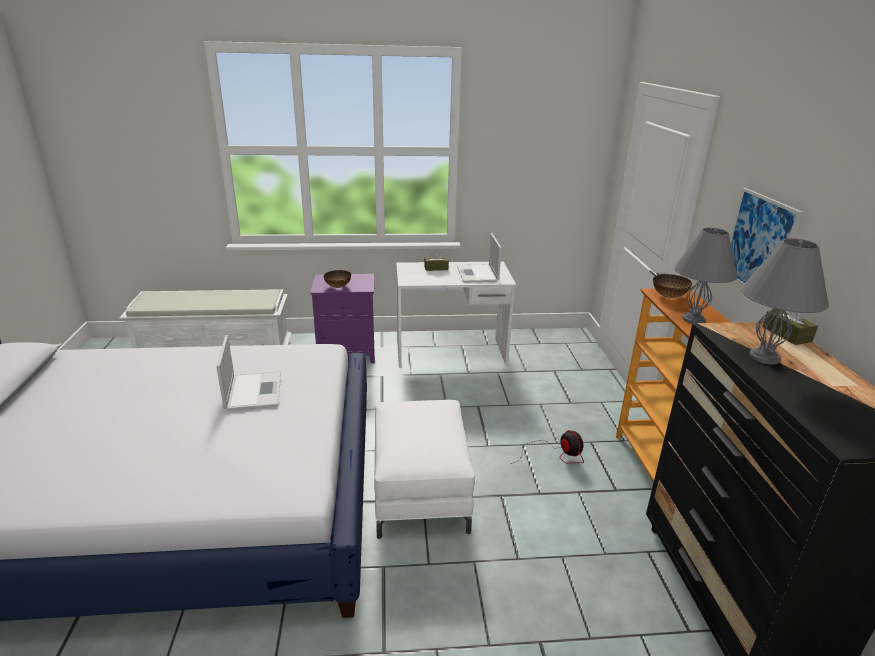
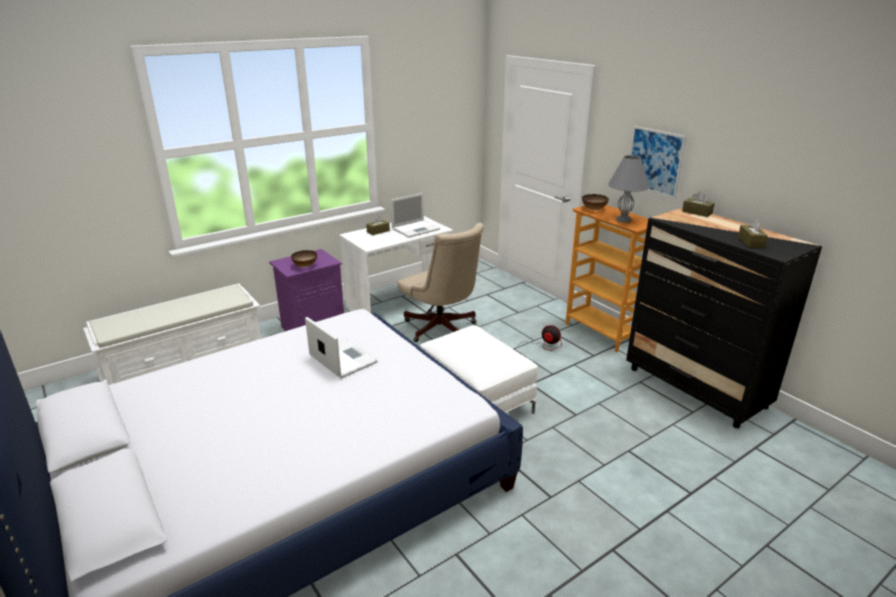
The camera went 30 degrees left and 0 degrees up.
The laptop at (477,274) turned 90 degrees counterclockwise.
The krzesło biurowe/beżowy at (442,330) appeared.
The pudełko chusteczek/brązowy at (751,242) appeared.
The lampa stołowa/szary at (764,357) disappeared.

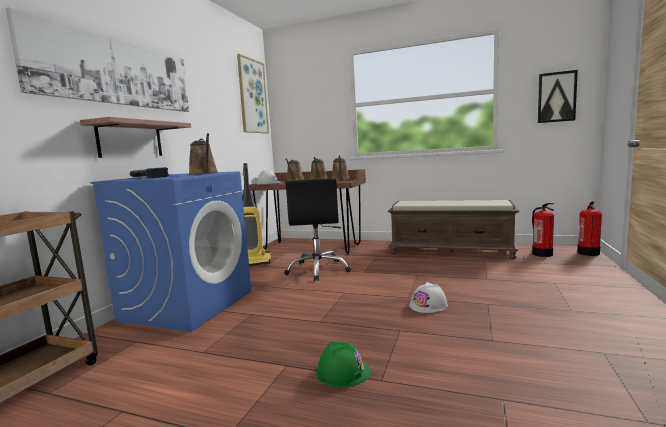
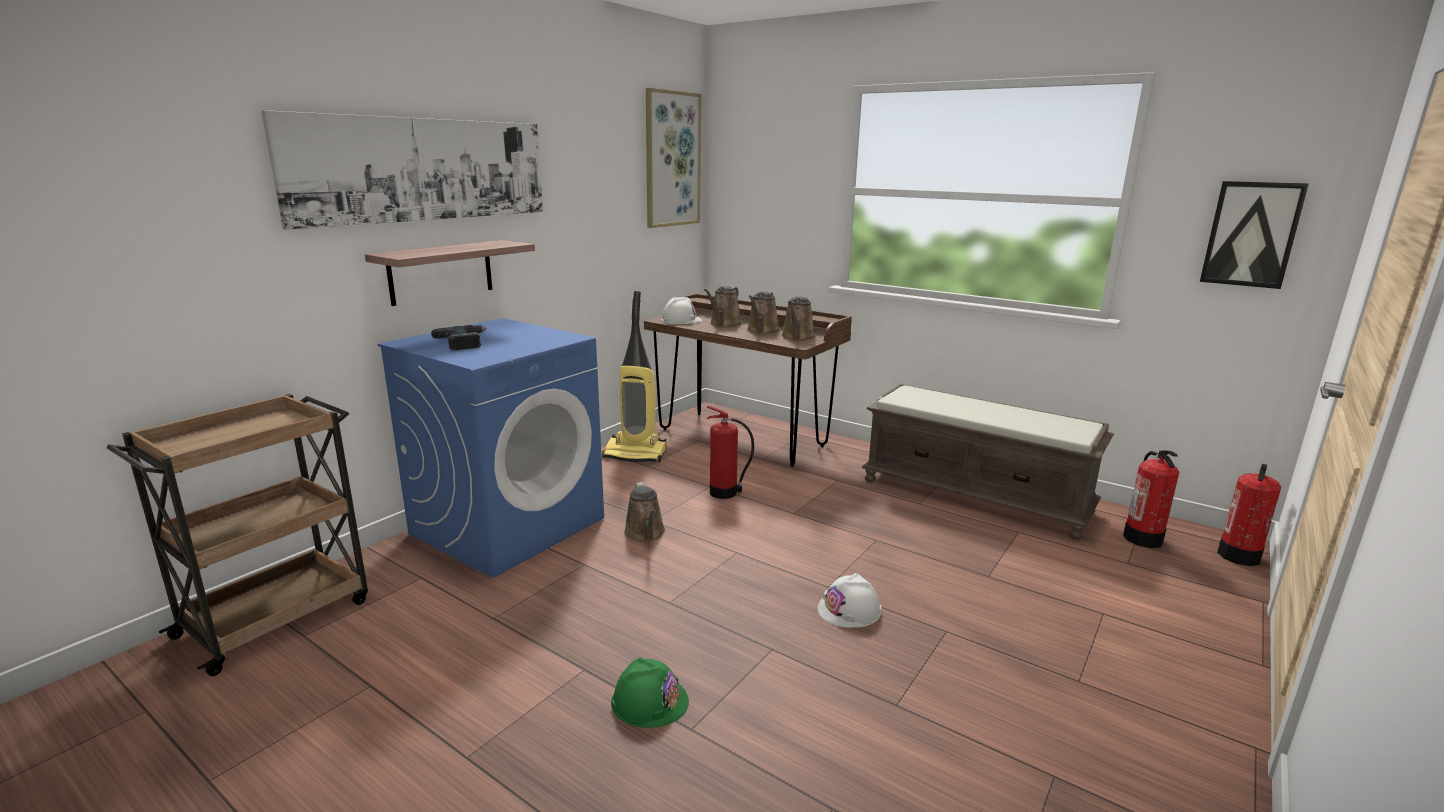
The camera went 15 degrees right and 10 degrees up.
The konewka/brązowy moved from (204,173) to (645,534).
The krzesło biurowe/czarny at (318,270) was replaced by the gaśnica at (725,493).

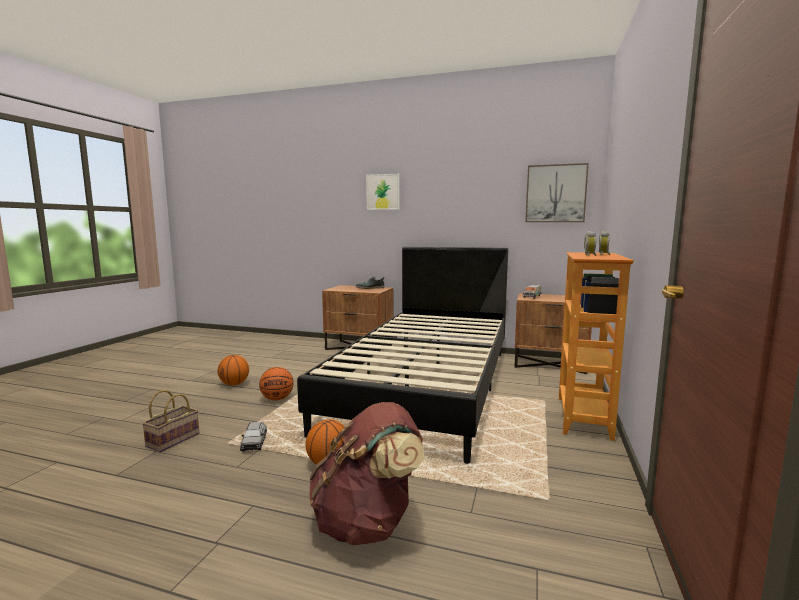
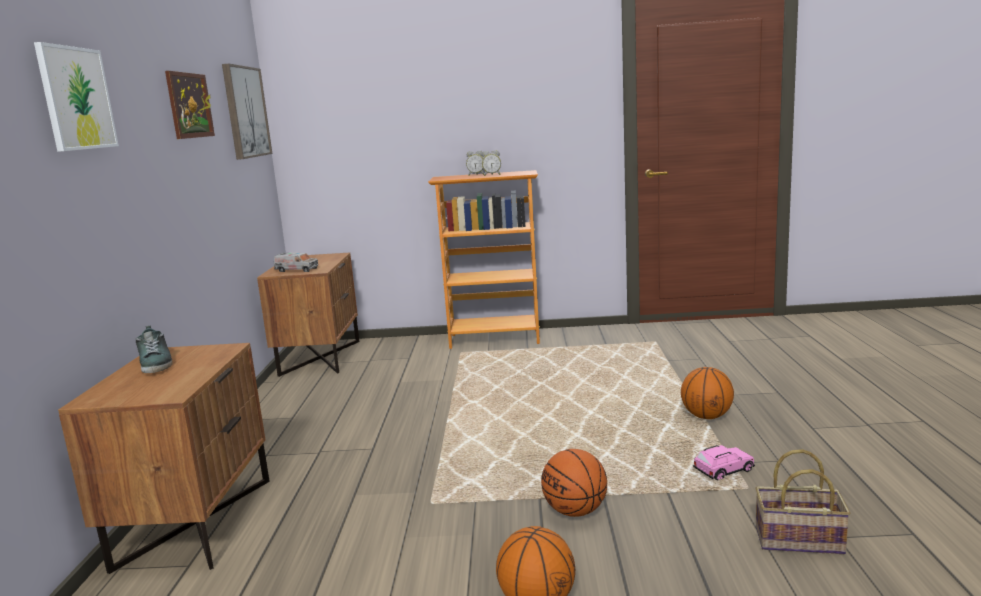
The camera went 105 degrees left and 5 degrees up.
The obraz at (189,105) appeared.
The samochodzik/szary at (254,443) became the samochodzik/różowy at (723,471).
The łóżko/czarny at (427,385) disappeared.
The plecak/brązowy at (367,523) disappeared.

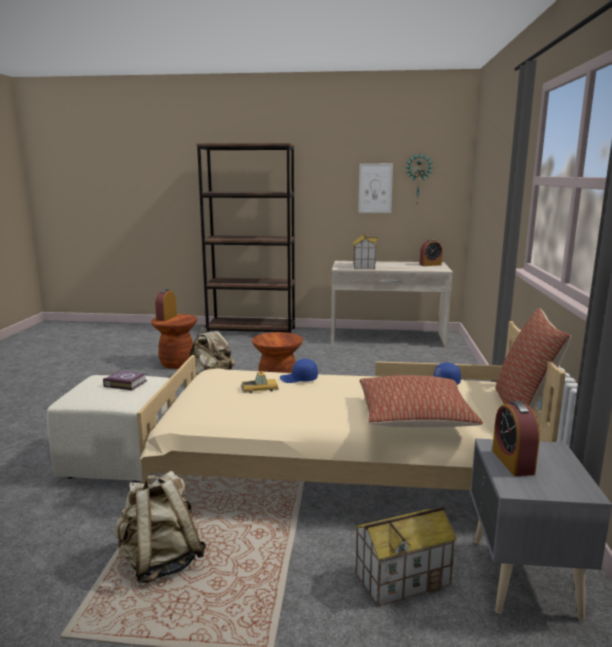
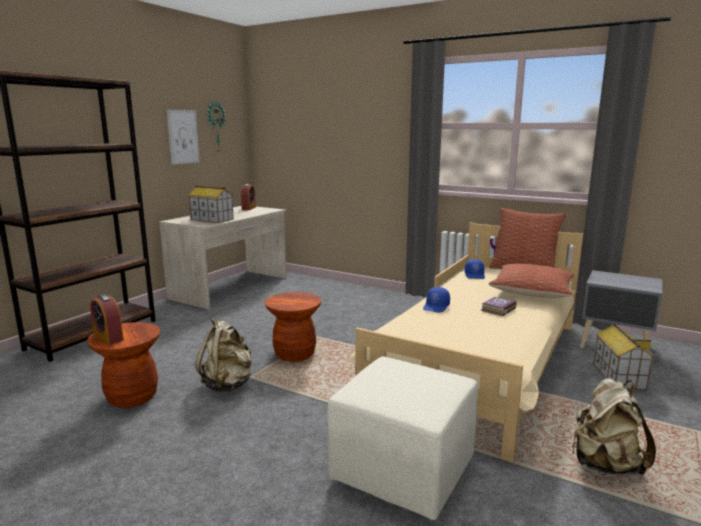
The camera went 65 degrees left and 0 degrees up.
The książka moved from (125,383) to (497,309).
The samochodzik at (260,388) disappeared.
The budzik at (512,462) disappeared.

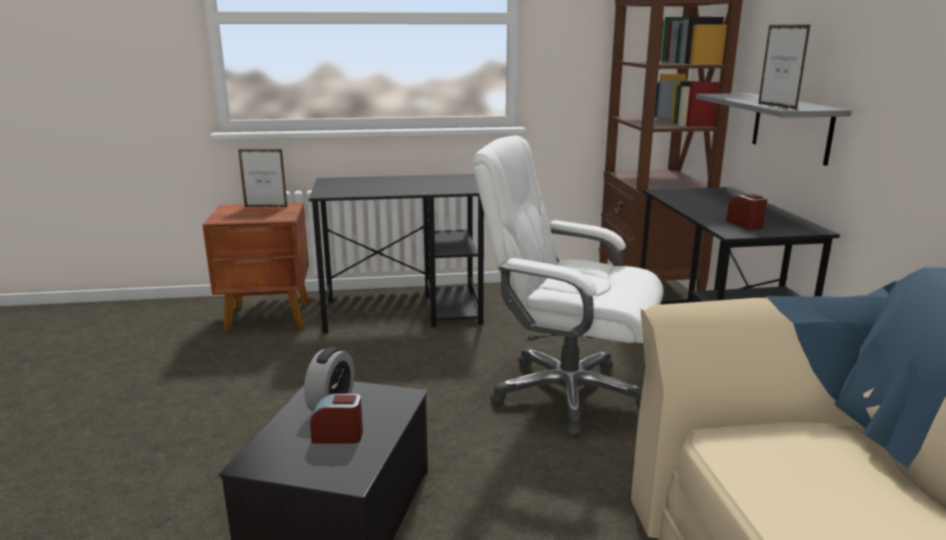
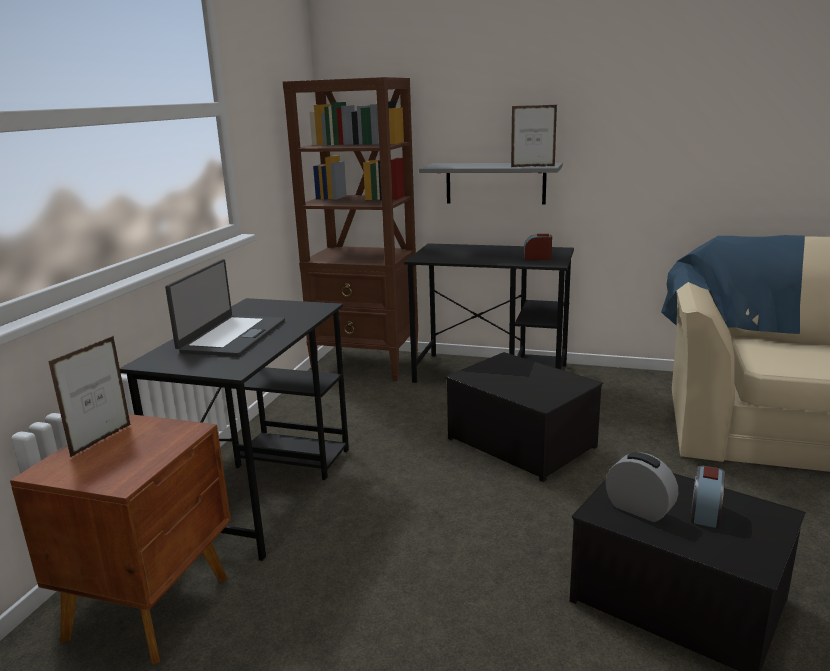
The camera went 65 degrees left and 0 degrees up.
The laptop at (232,336) appeared.
The krzesło biurowe/biały at (566,394) was replaced by the pojemnik do przechowywania at (519,443).

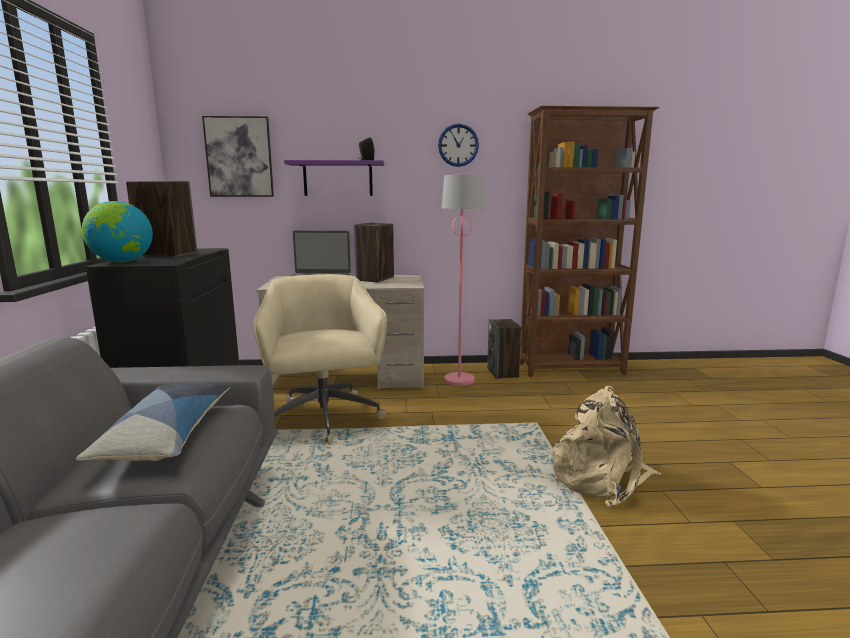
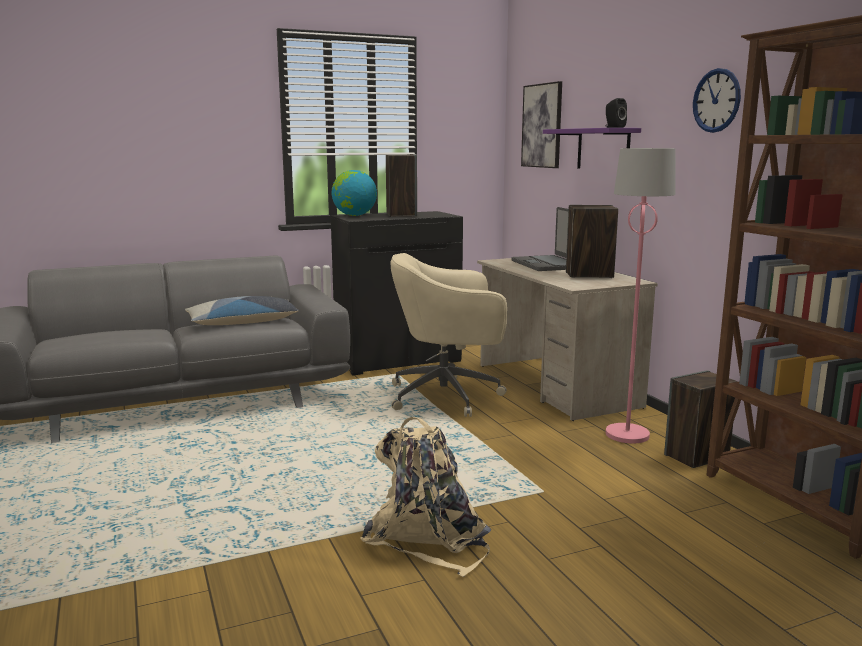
The camera went 70 degrees right and 0 degrees up.
The krzesło biurowe/beżowy at (324,419) turned 150 degrees counterclockwise.

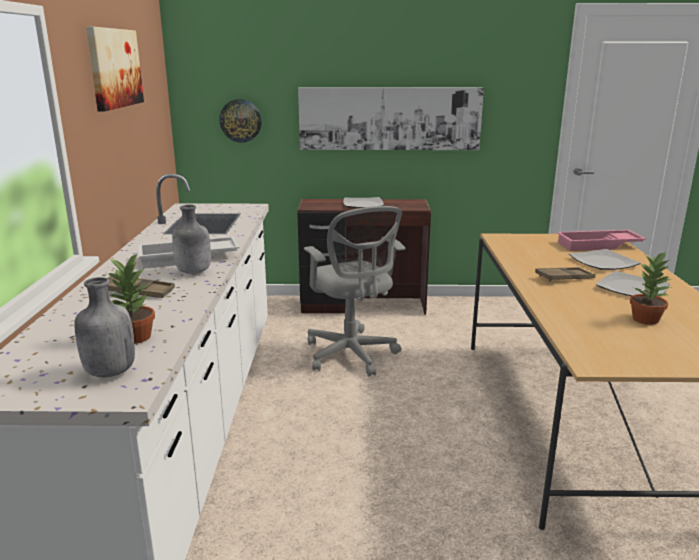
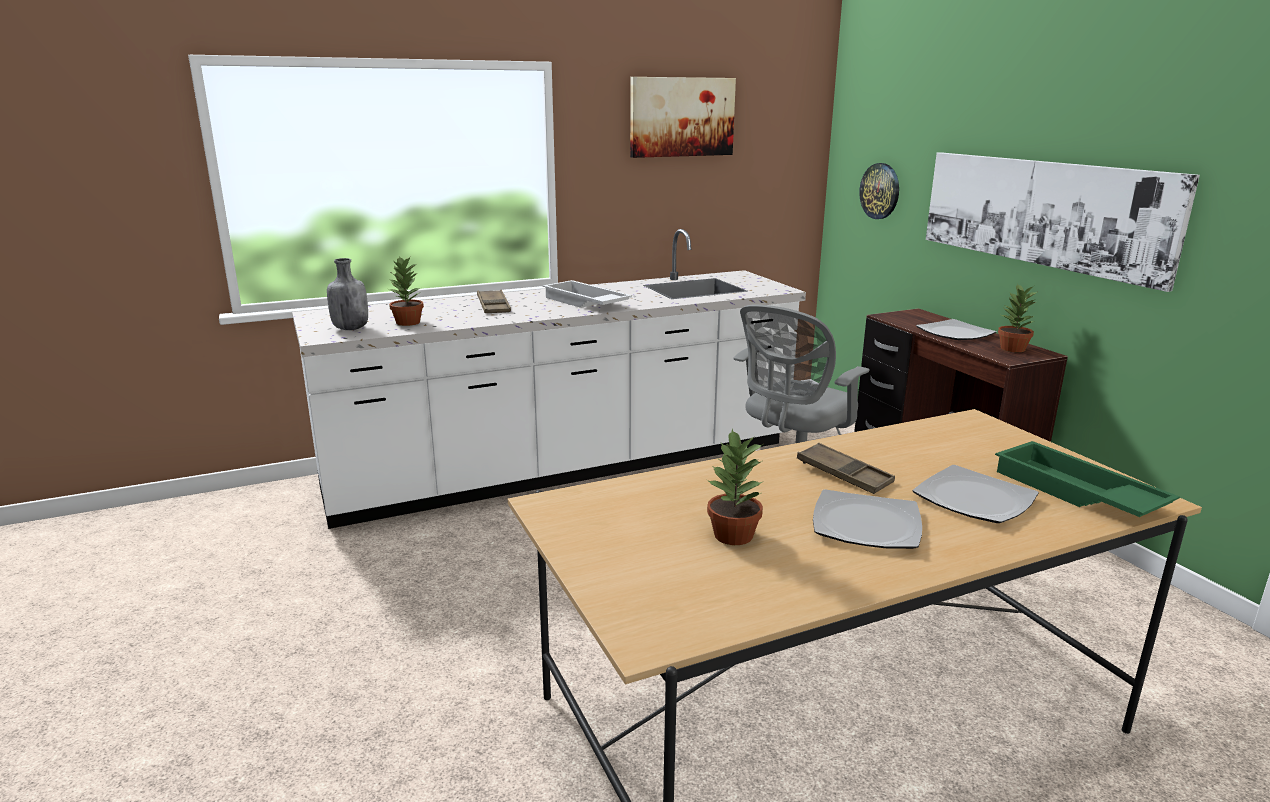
The camera went 65 degrees right and 0 degrees up.
The taca/różowy at (598,245) became the taca/zielony at (1075,492).
The roślina doniczkowa at (1012,349) appeared.
The butelka/szary at (194,272) disappeared.

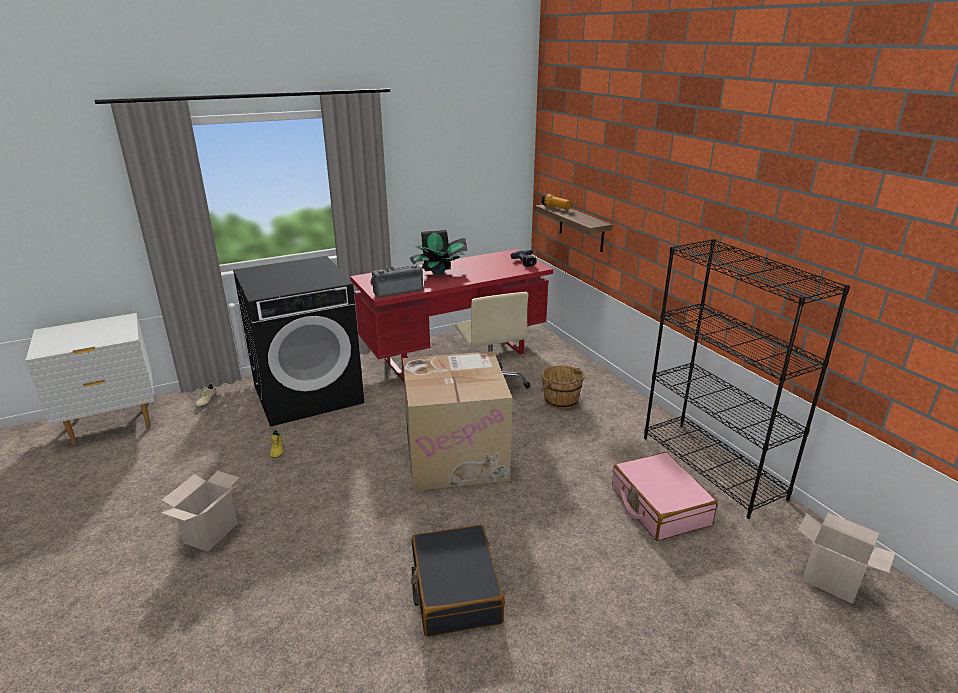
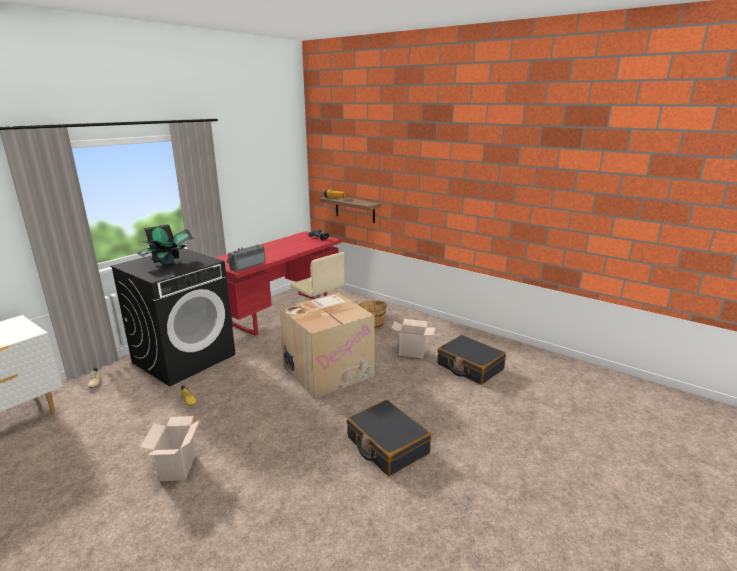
The camera went 25 degrees left and 5 degrees down.
The roślina doniczkowa moved from (439,272) to (168,262).
The karton moved from (833,581) to (413,352).
The walizka/różowy at (659,506) became the walizka/czarny at (469,367).
The regał/czarny at (712,467) disappeared.

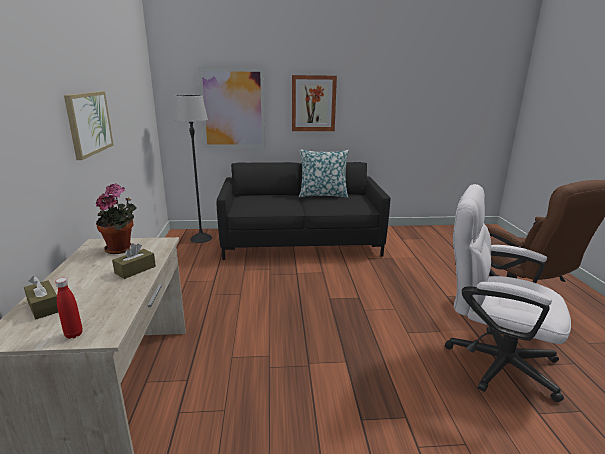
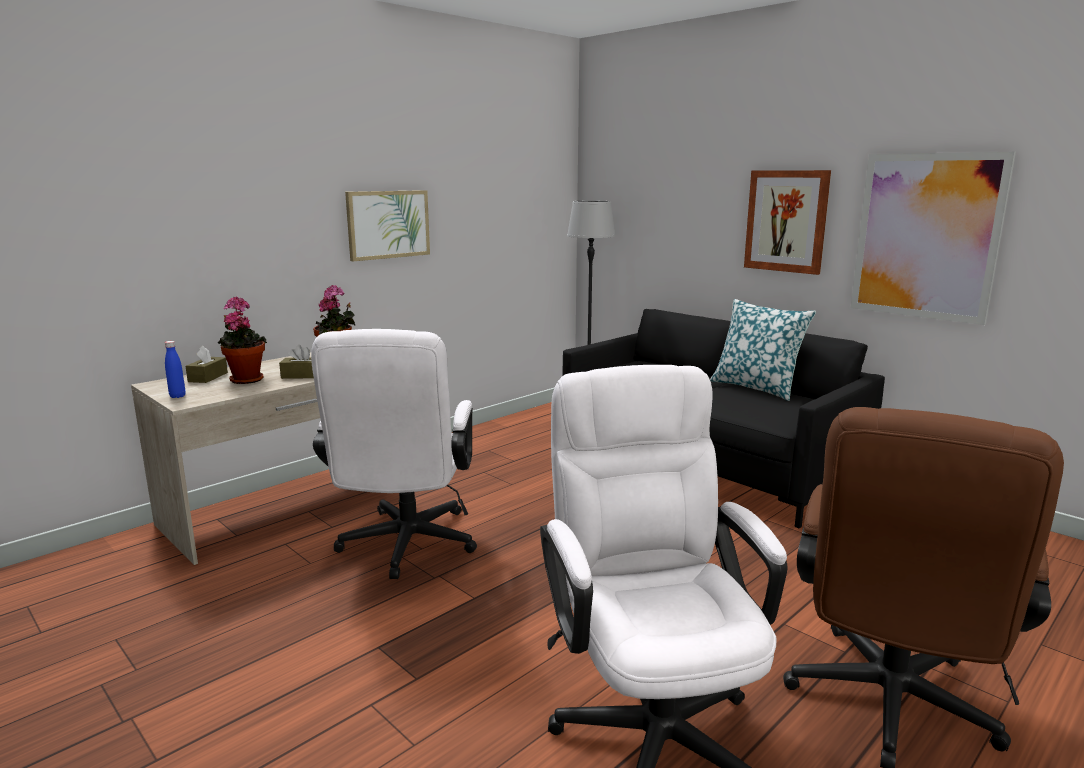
The camera went 50 degrees right and 5 degrees down.
The butelka/czerwony at (74,334) became the butelka/niebieski at (177,396).
The roślina doniczkowa at (245,379) appeared.
The krzesło biurowe/biały at (405,548) appeared.
The obraz moved from (233,108) to (926,236).

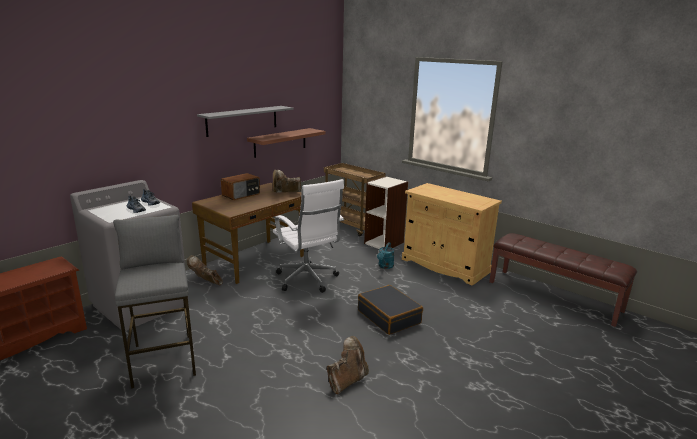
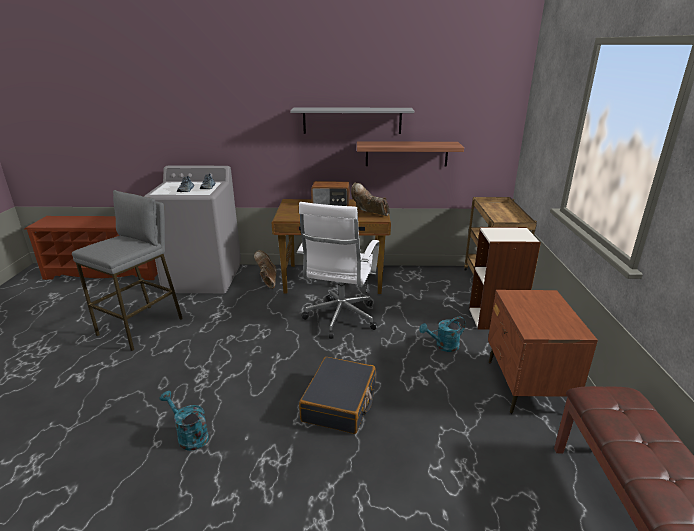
The camera went 50 degrees right and 5 degrees up.
The but z cholewką/brązowy at (347,380) was replaced by the konewka/turkusowy at (189,436).
The szafka/beżowy at (445,265) was replaced by the szafka nocna/brązowy at (526,387).

